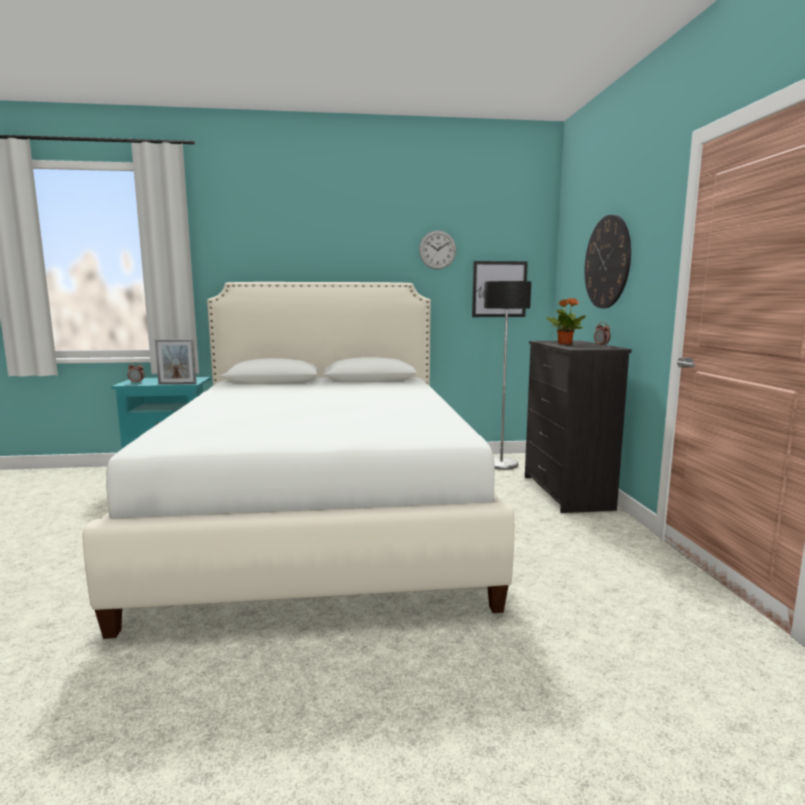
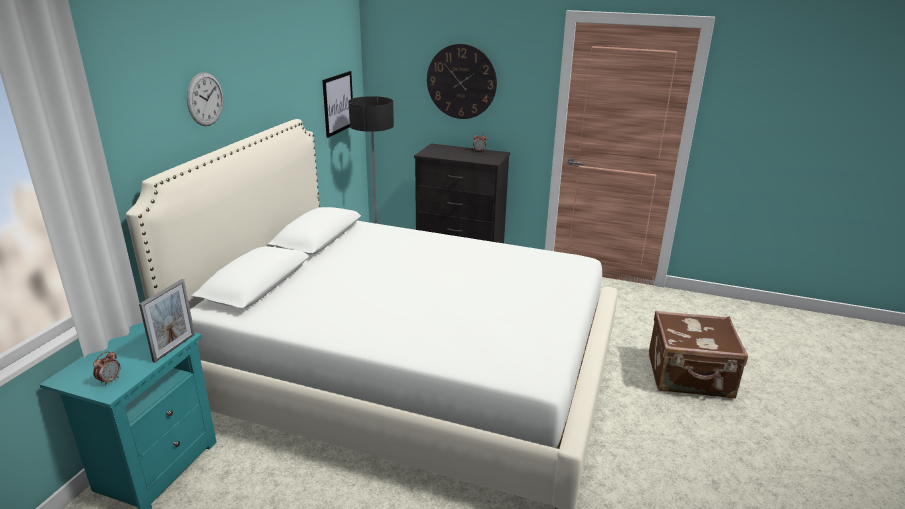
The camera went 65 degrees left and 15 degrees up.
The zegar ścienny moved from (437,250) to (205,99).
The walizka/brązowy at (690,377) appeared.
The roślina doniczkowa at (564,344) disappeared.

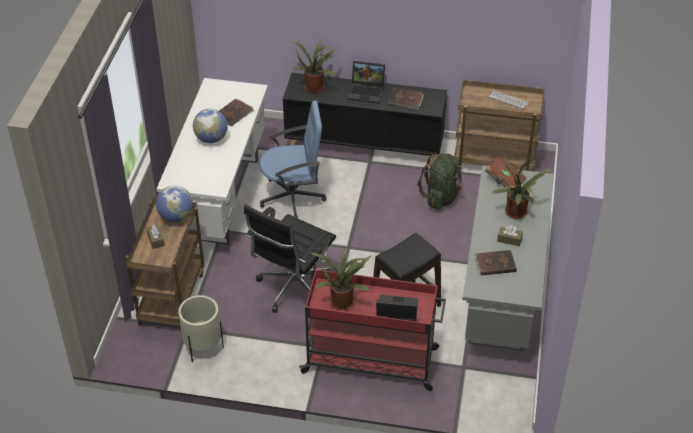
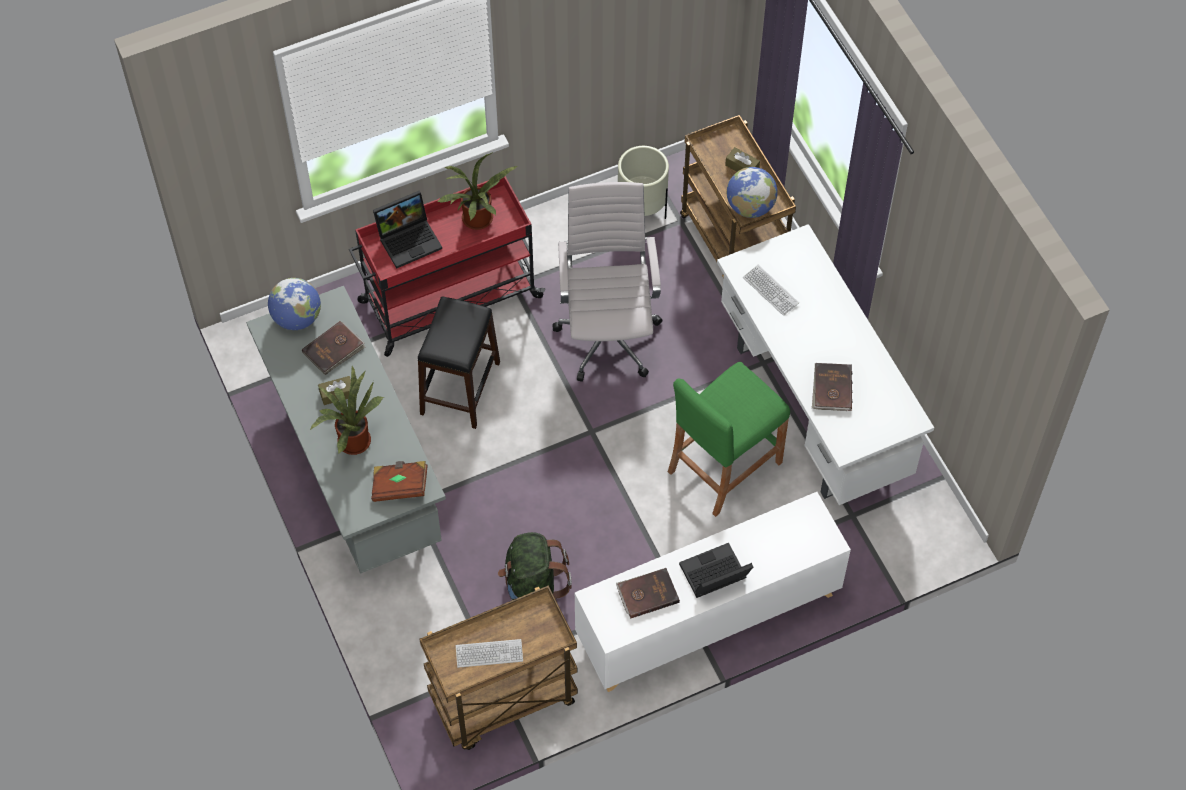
The camera went 145 degrees right and 15 degrees up.
The globus moved from (211,139) to (297,318).
The krzesło biurowe/czarny at (293,289) became the krzesło biurowe/biały at (608,334).
The szafka/czarny at (365,144) became the szafka/biały at (707,618).
The krzesło biurowe/niebieski at (293,197) was replaced by the stołek/zielony at (724,466).
The klawiatura at (770,291) appeared.
The roślina doniczkowa at (315,86) disappeared.

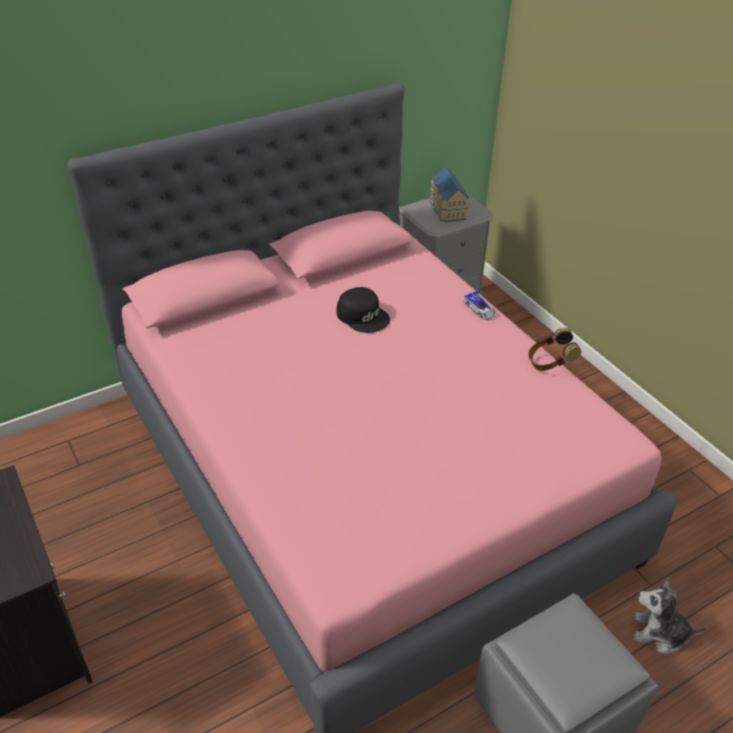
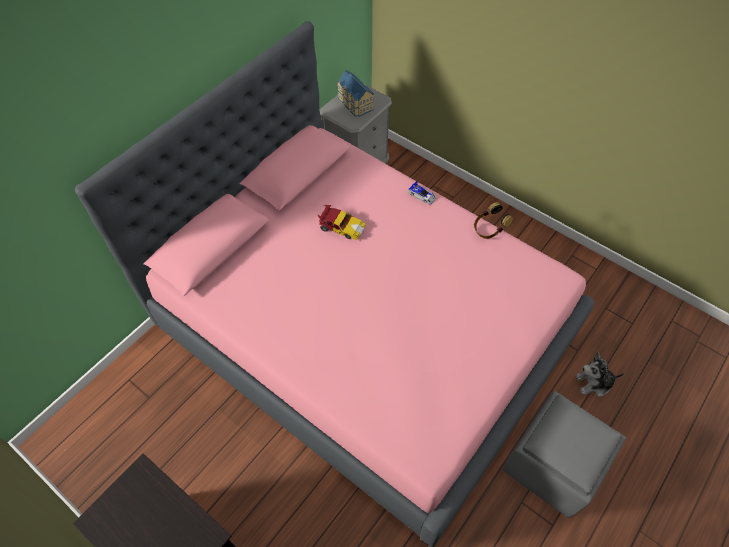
The camera went 20 degrees left and 15 degrees up.
The czapka z daszkiem/czarny at (363,315) was replaced by the samochodzik at (341,227).

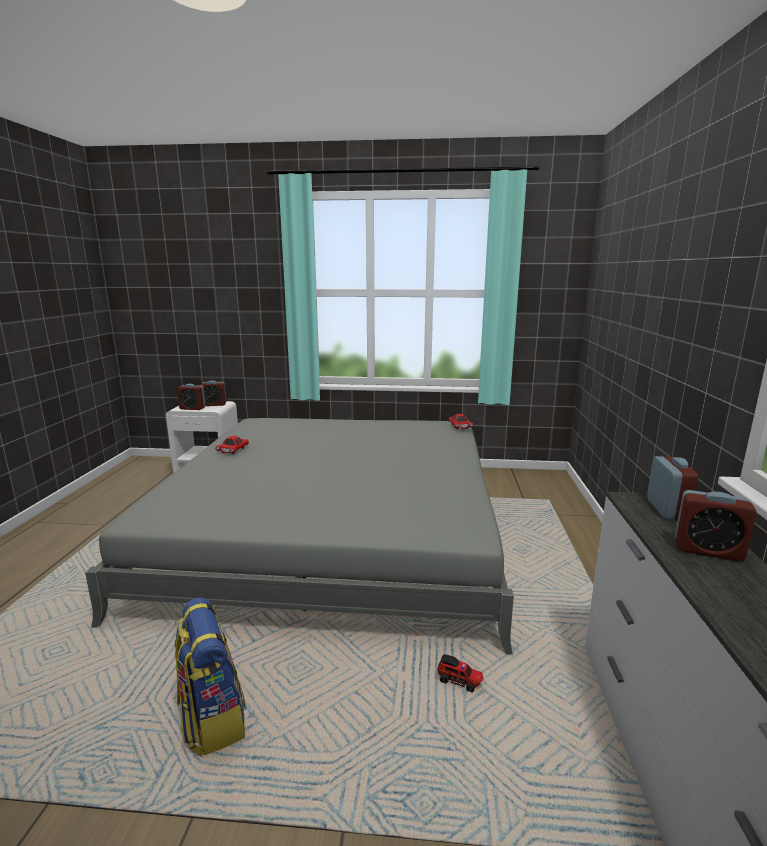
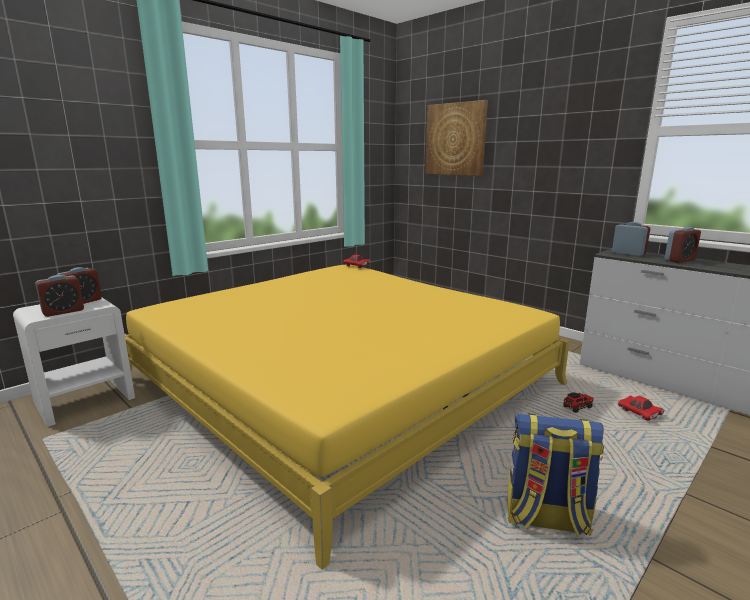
The camera went 50 degrees left and 0 degrees up.
The łóżko/szary at (334,530) became the łóżko/żółty at (341,381).
The obraz at (455,139) appeared.
The samochodzik/czerwony moved from (233,450) to (639,413).

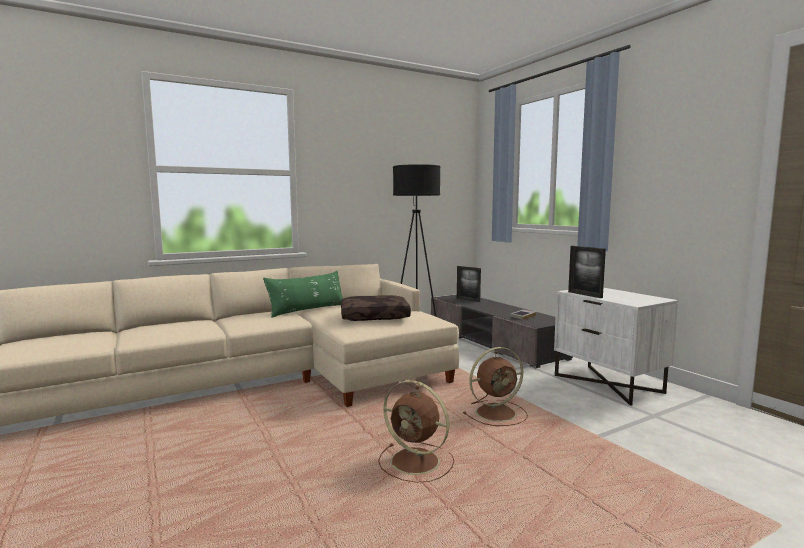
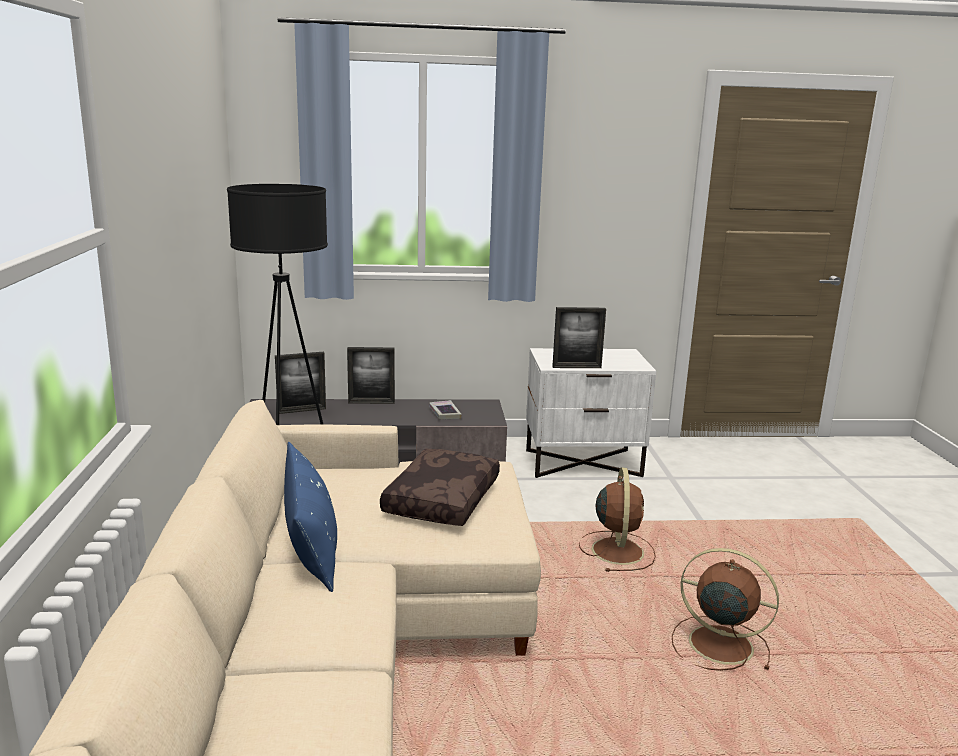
The camera went 65 degrees left and 10 degrees up.
The poduszka/zielony at (307,310) became the poduszka/niebieski at (311,545).
The ramka na zdjęcie at (371,402) appeared.
The wentylator/brązowy at (417,462) turned 120 degrees counterclockwise.

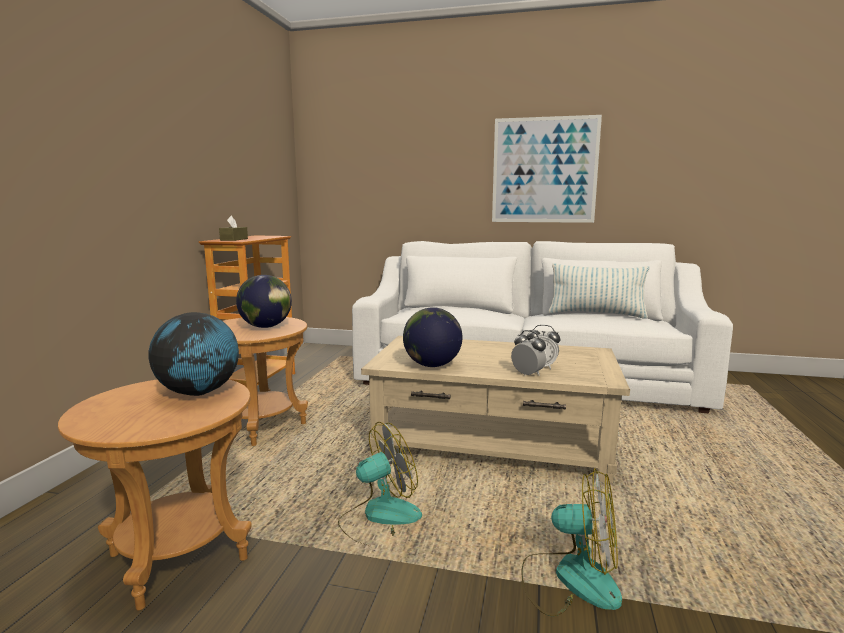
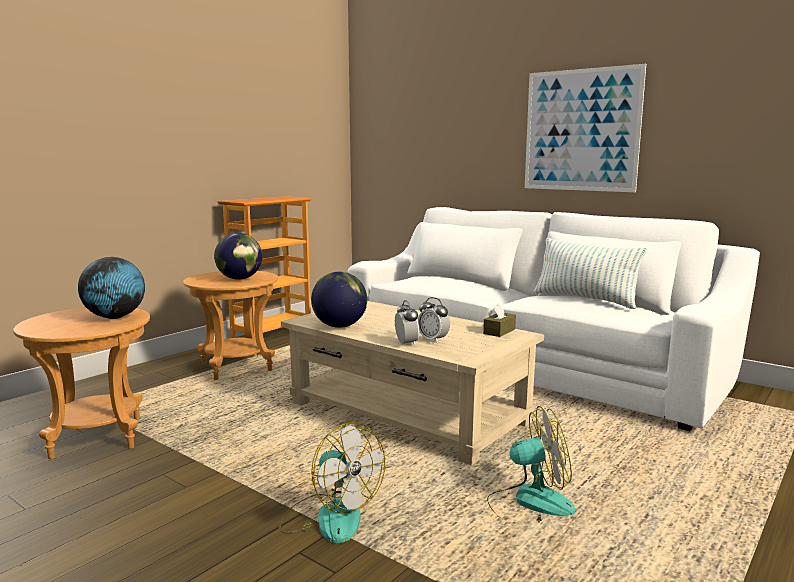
The camera went 25 degrees right and 0 degrees up.
The pudełko chusteczek/brązowy moved from (234,239) to (499,331).
The wentylator moved from (379,518) to (529,504).

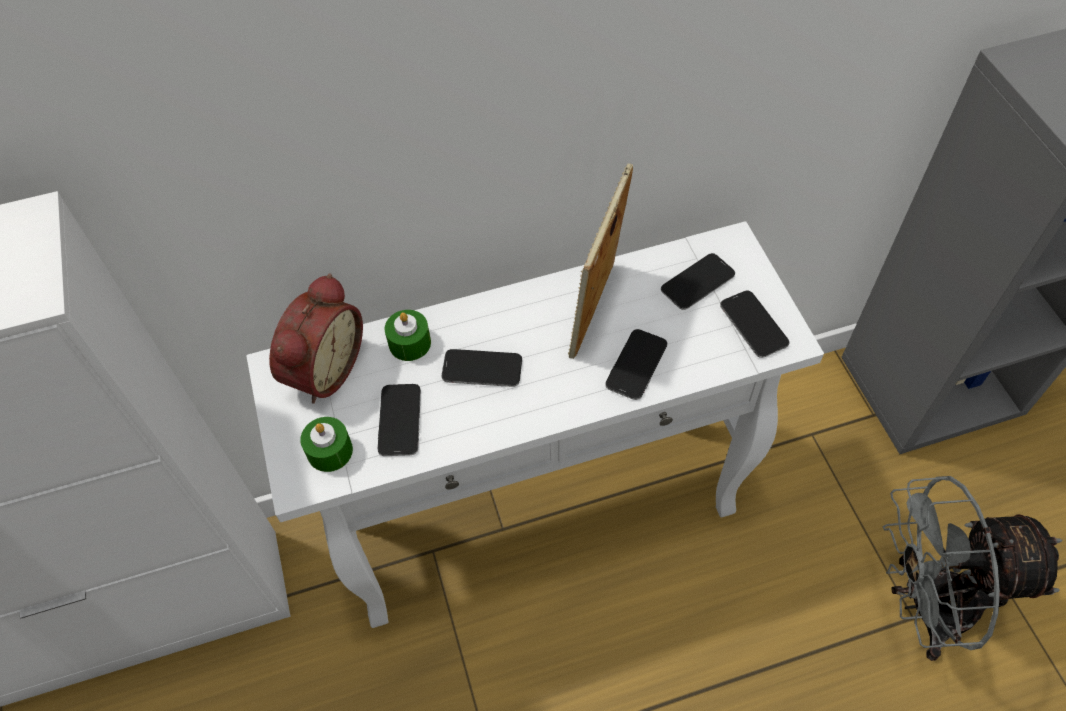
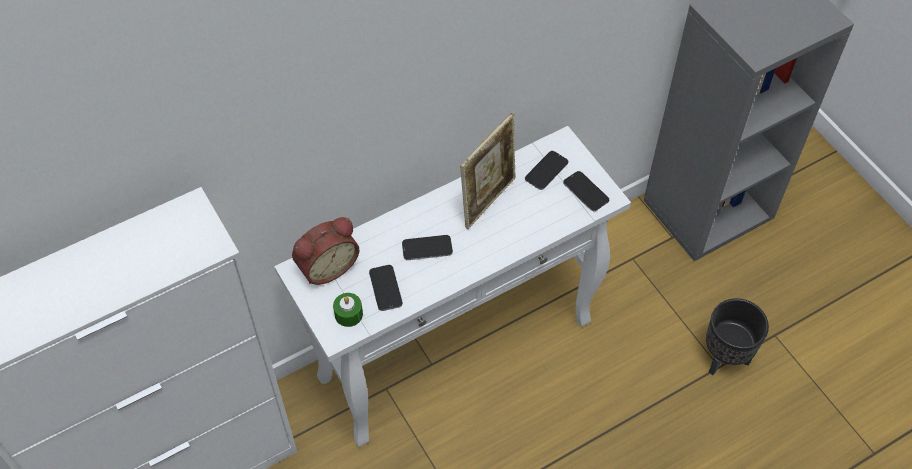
The camera went 15 degrees left and 0 degrees up.
The budzik at (322,369) turned 45 degrees clockwise.
The ramka na zdjęcie at (596,311) turned 150 degrees counterclockwise.
The wentylator/szary at (924,606) was replaced by the donica/czarny at (725,358).
The świeca/zielony at (409,343) disappeared.
The telefon at (636,365) disappeared.

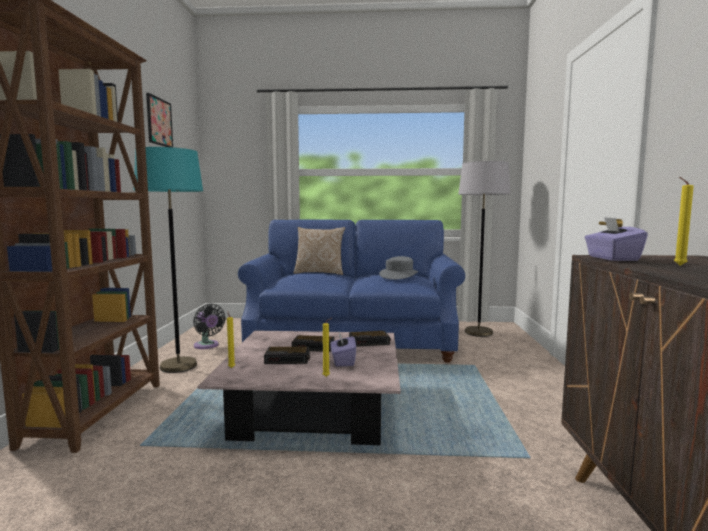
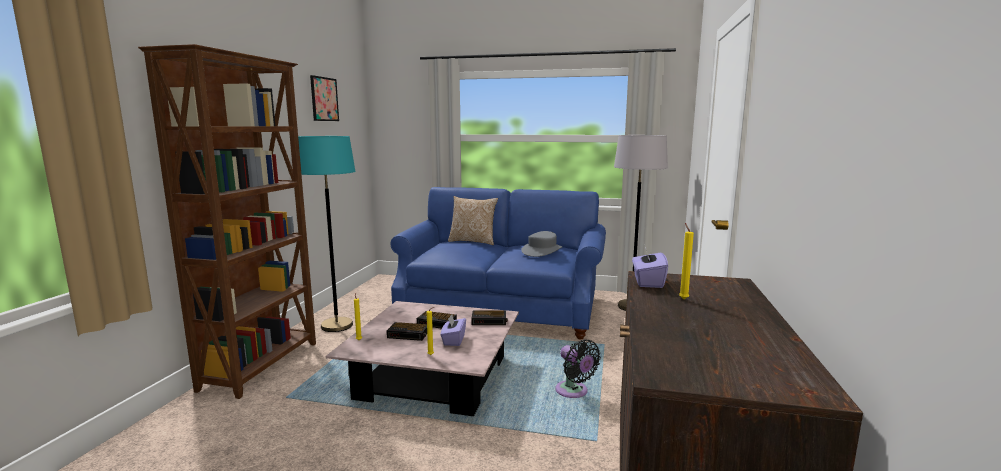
The camera went 10 degrees right and 5 degrees up.
The wentylator/czarny moved from (207,346) to (573,392).

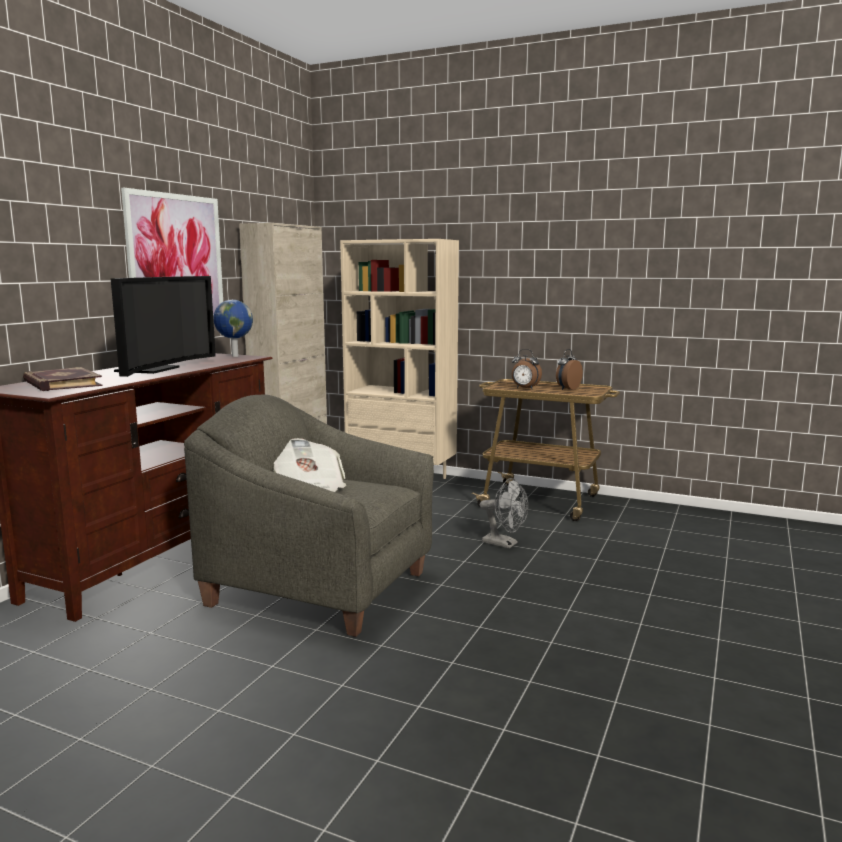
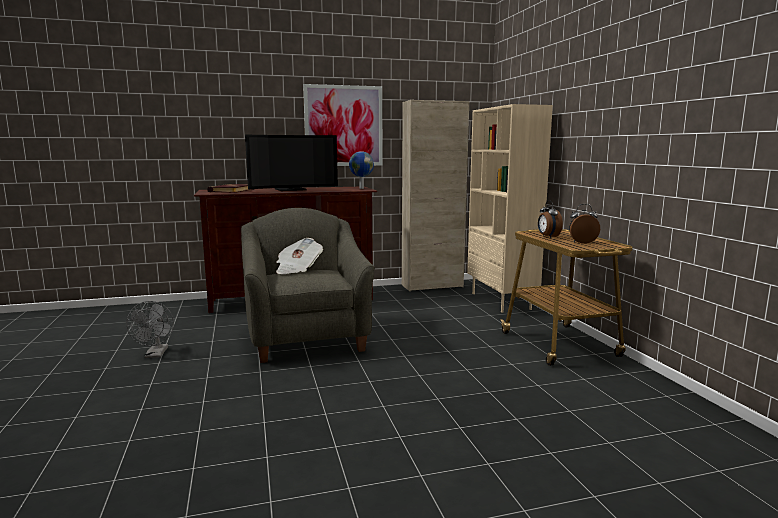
The camera went 50 degrees right and 0 degrees up.
The wentylator/szary moved from (504,544) to (155,354).

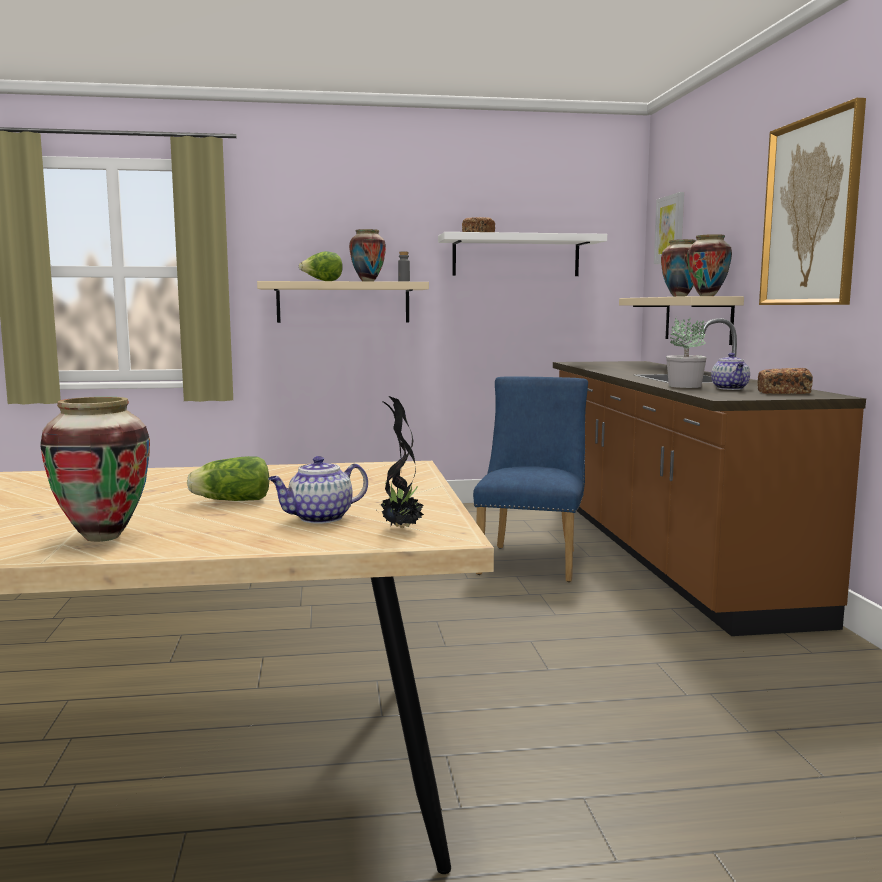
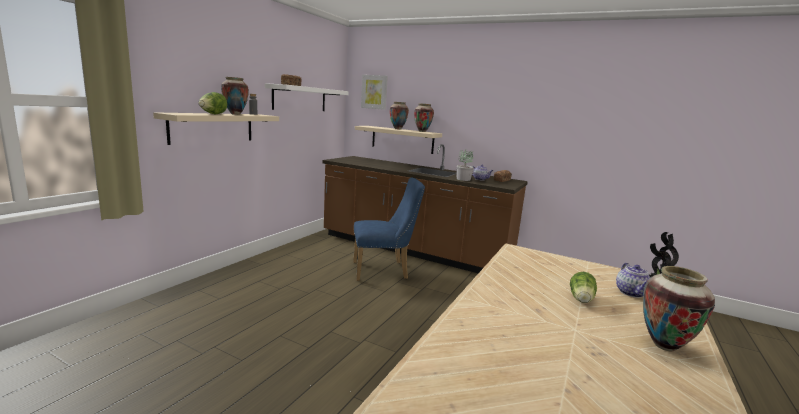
The camera went 55 degrees left and 5 degrees up.
The krzesło/niebieski at (531,560) turned 120 degrees clockwise.
The obraz at (811,212) disappeared.

